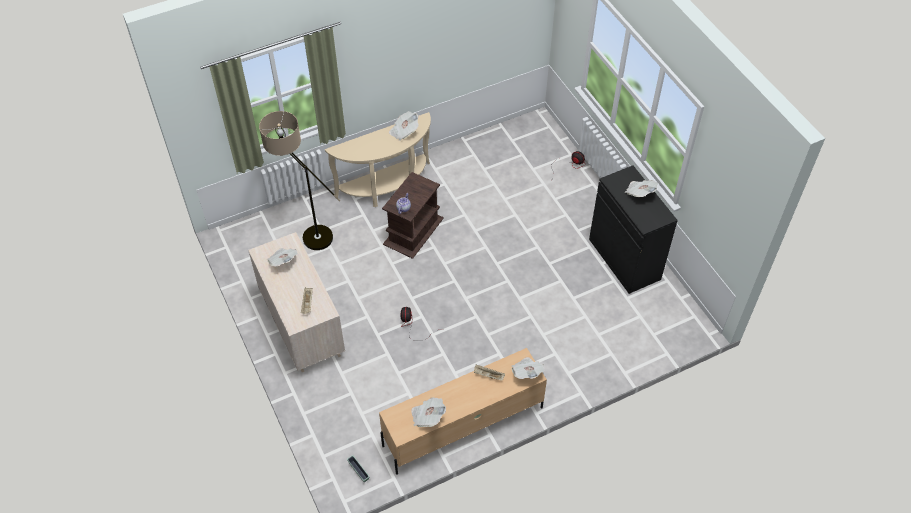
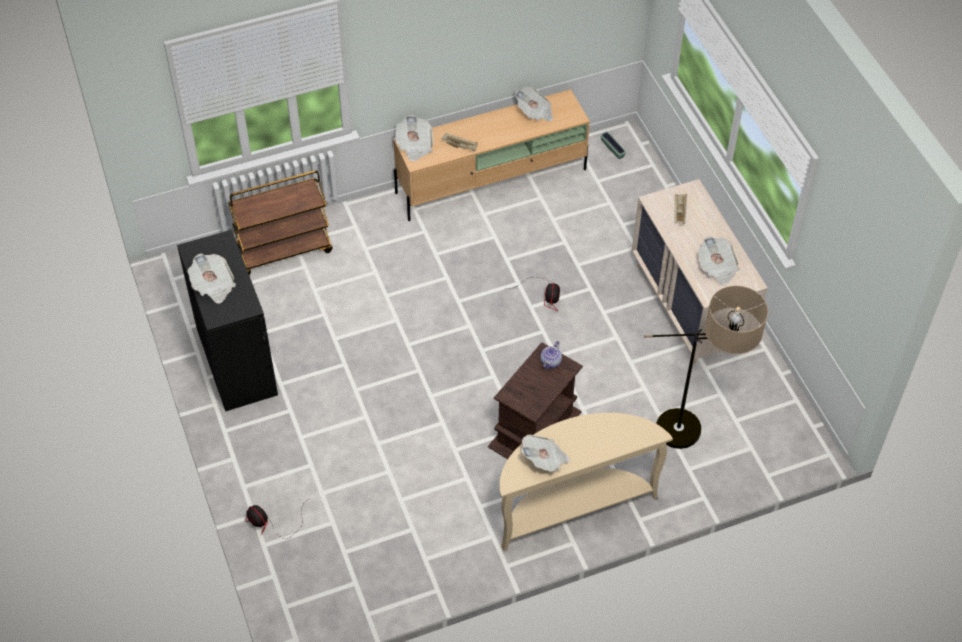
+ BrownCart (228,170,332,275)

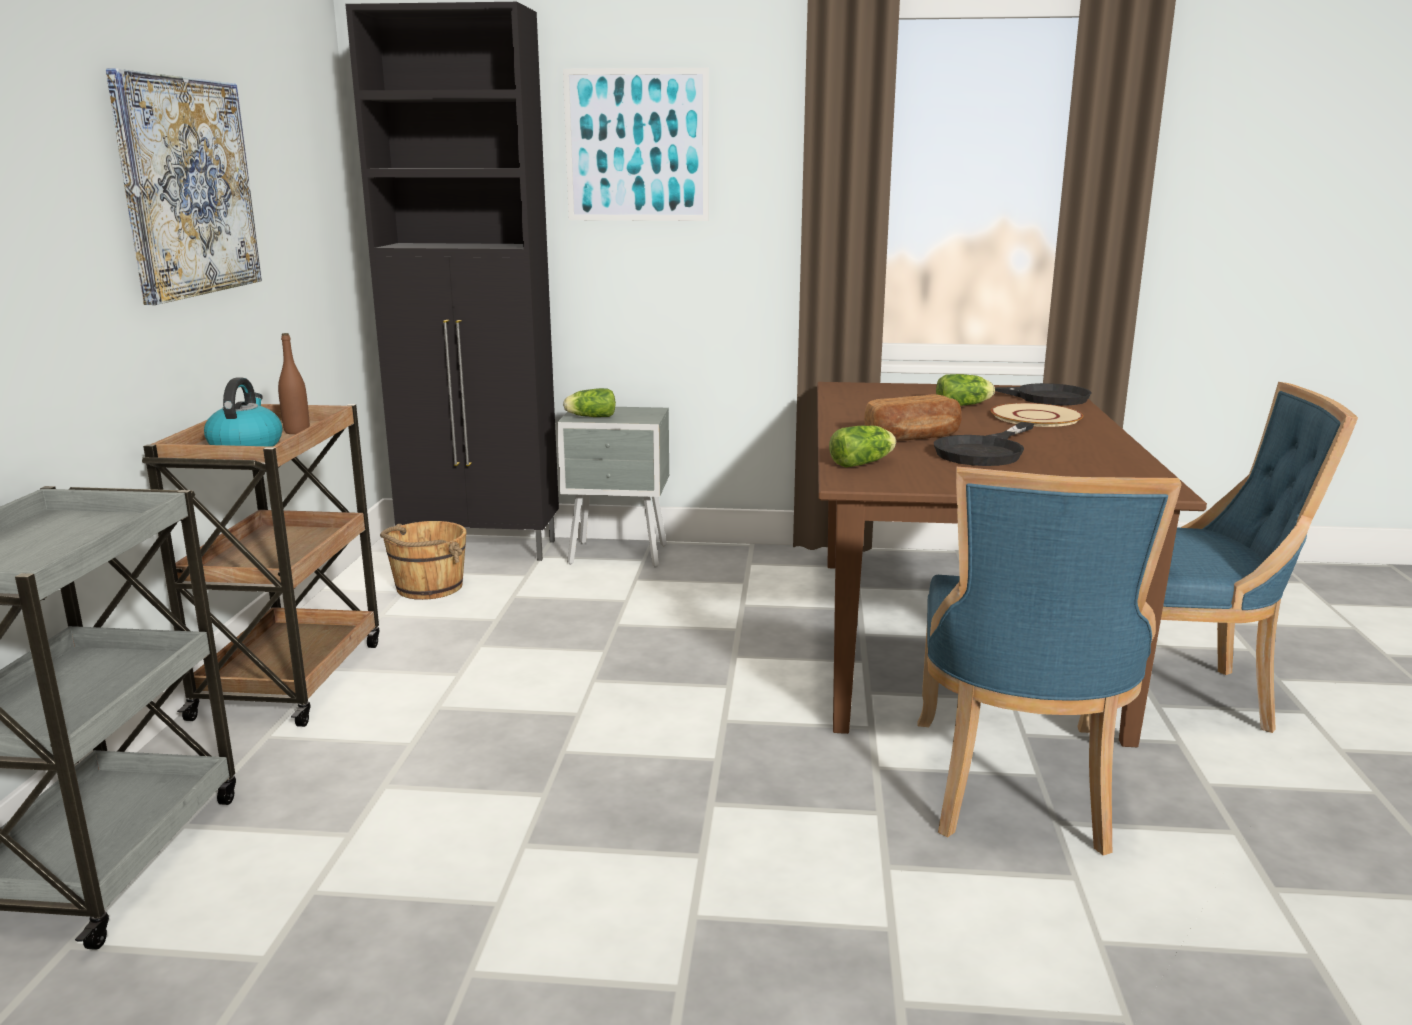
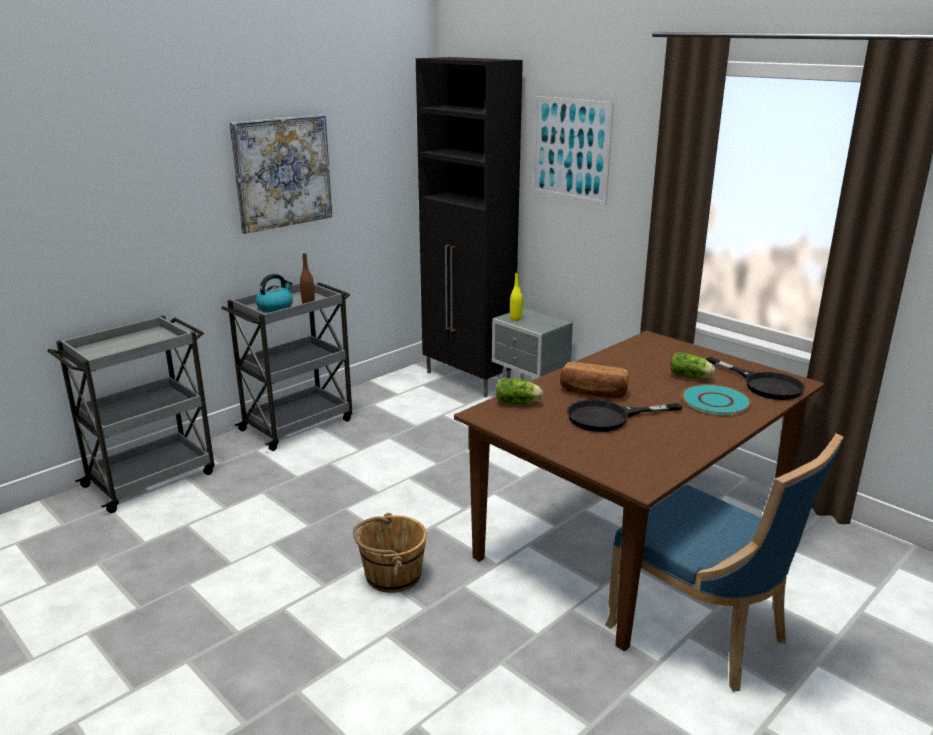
- BlueChair (917,467,1182,856)
~ BrownBucket (380,521,466,600) to (353,513,427,593)
~ Lettuce (563,388,616,417) to YellowBottle (510,272,523,321)
~ BrownCart (142,404,380,727) to GreyCart (221,282,352,451)
~ BeigePlate (991,403,1083,427) to TurquoisePlate (681,384,751,415)

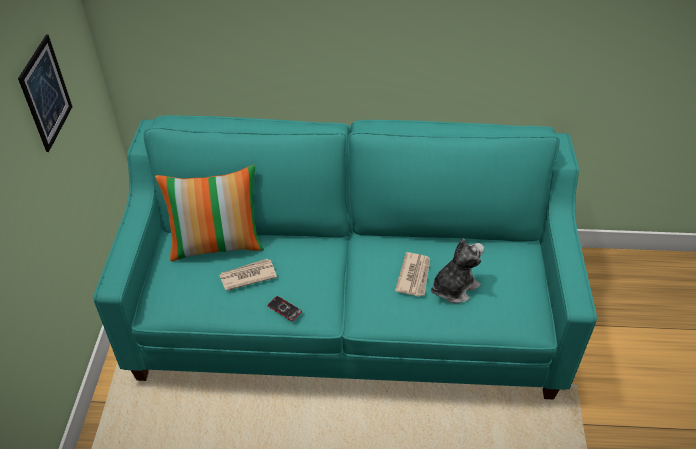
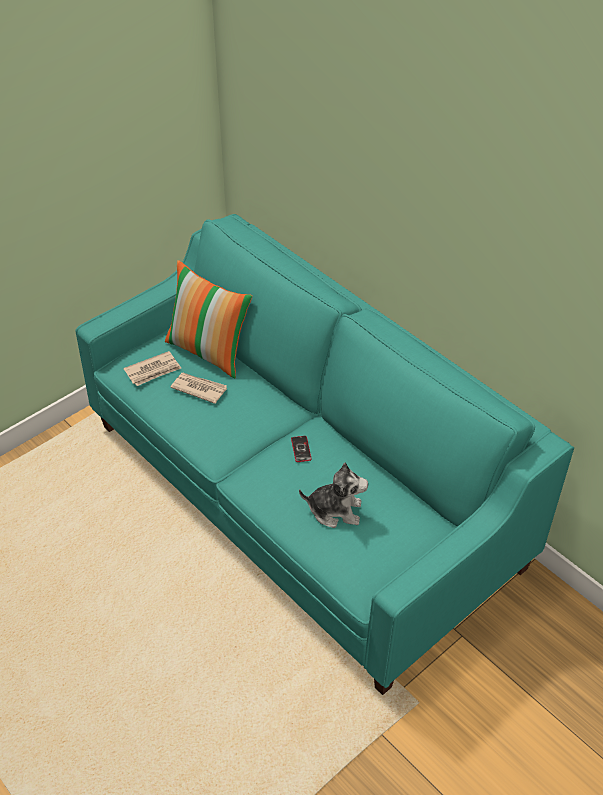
- Picture (18,35,72,152)
~ Phone (268,296,302,321) to (291,436,312,462)
~ Newspaper (395,252,430,297) to (123,351,181,386)

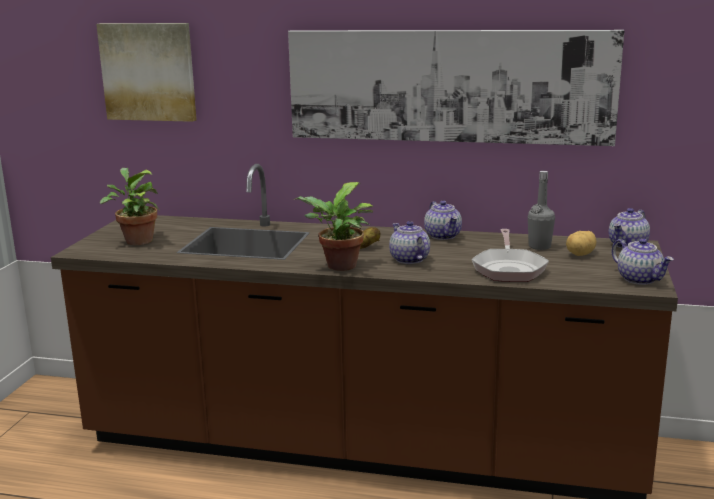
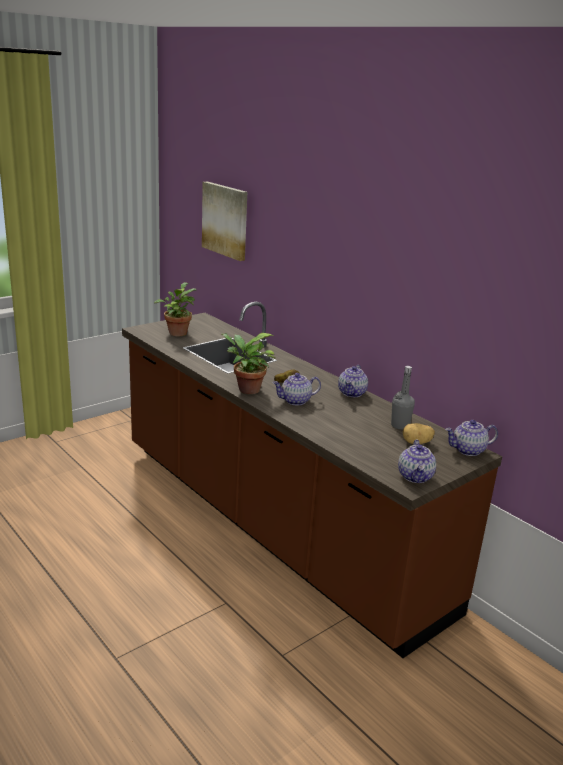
- Picture (288,30,625,146)
- FryingPan (471,229,549,282)
~ Teapot (389,221,430,264) = (273,373,321,405) 120 degrees counterclockwise

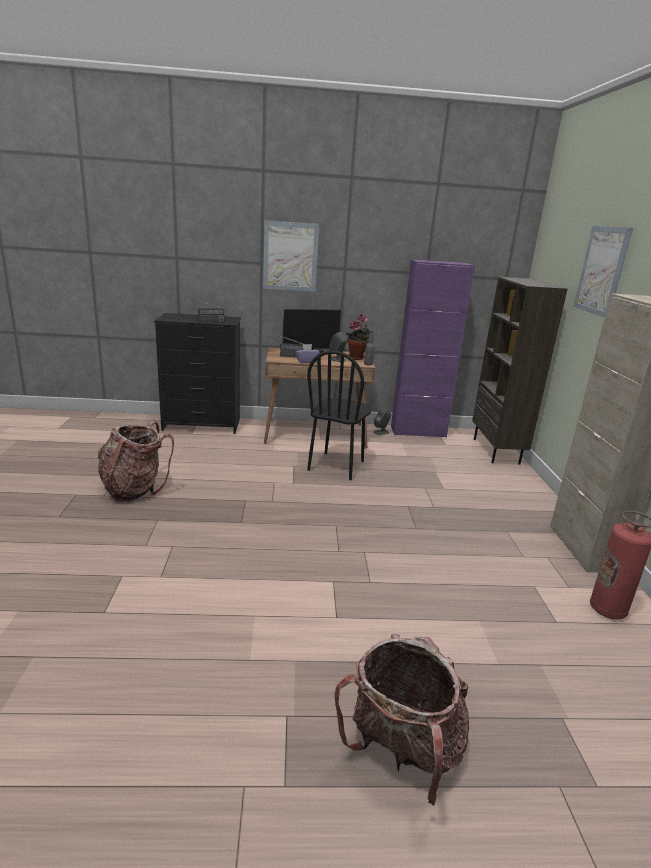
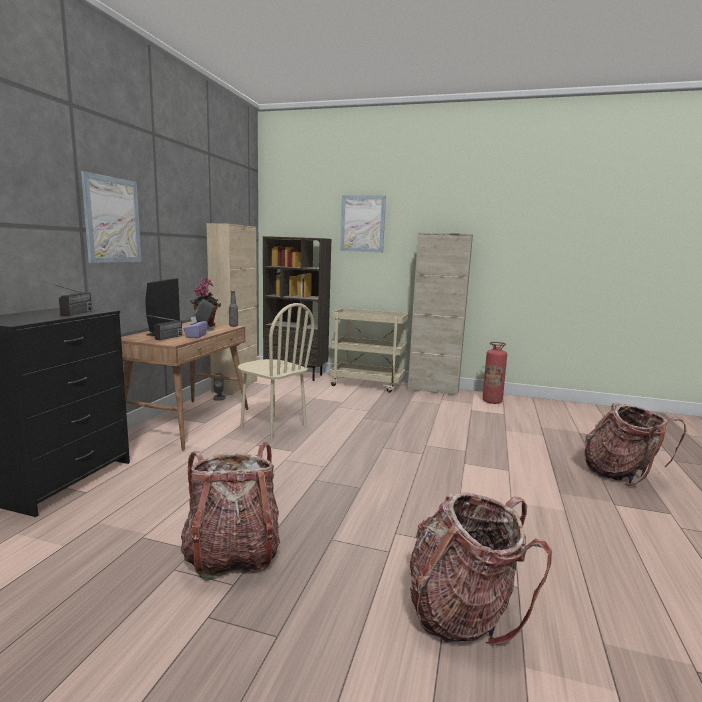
+ BeigeCart (330,308,409,393)
+ Backpack (410,493,552,646)
~ BlackChair (307,350,372,480) to BeigeChair (238,303,314,441)
~ PurpleCabinet (391,259,475,438) to BeigeCabinet (206,223,257,395)

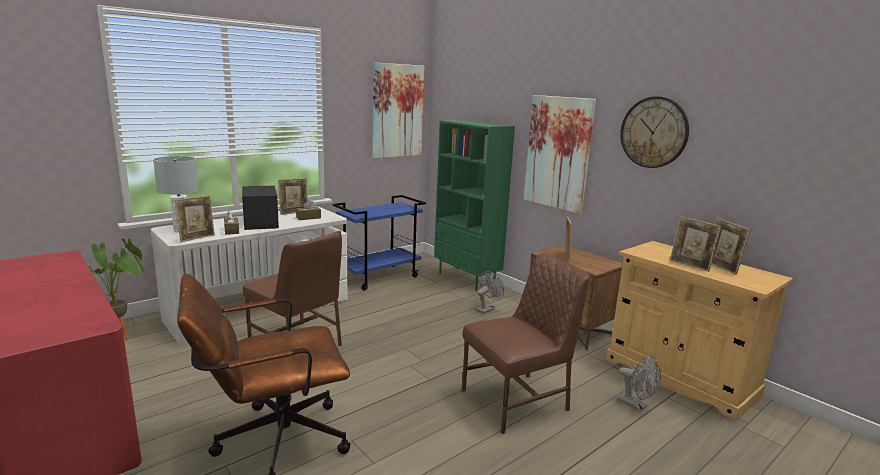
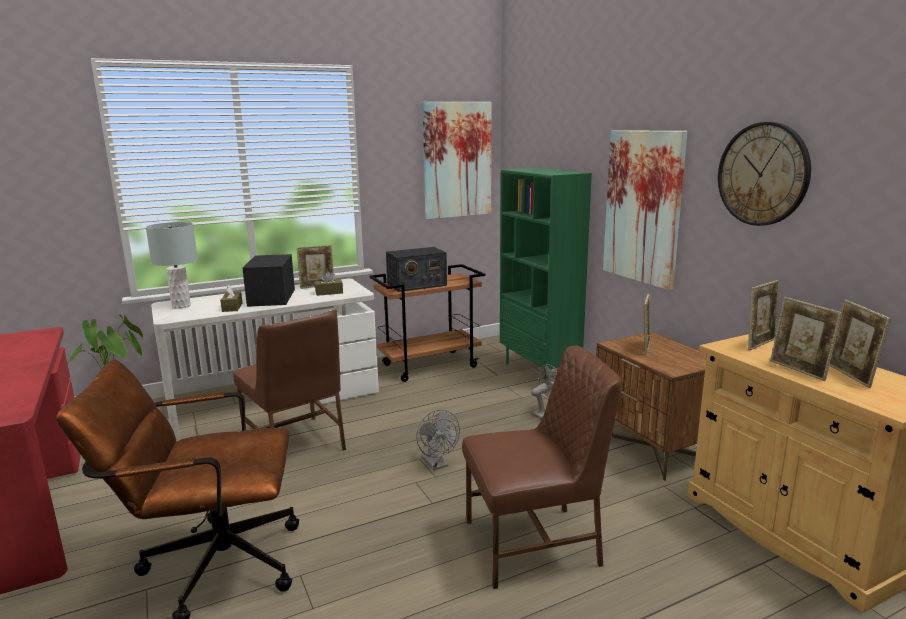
+ Radio (386,247,447,292)
~ PictureFrame (175,195,215,242) to (748,280,779,350)
~ GreyFan (618,356,661,411) to (416,410,460,470)
~ BlueCart (332,195,426,291) to BrownCart (370,264,485,382)

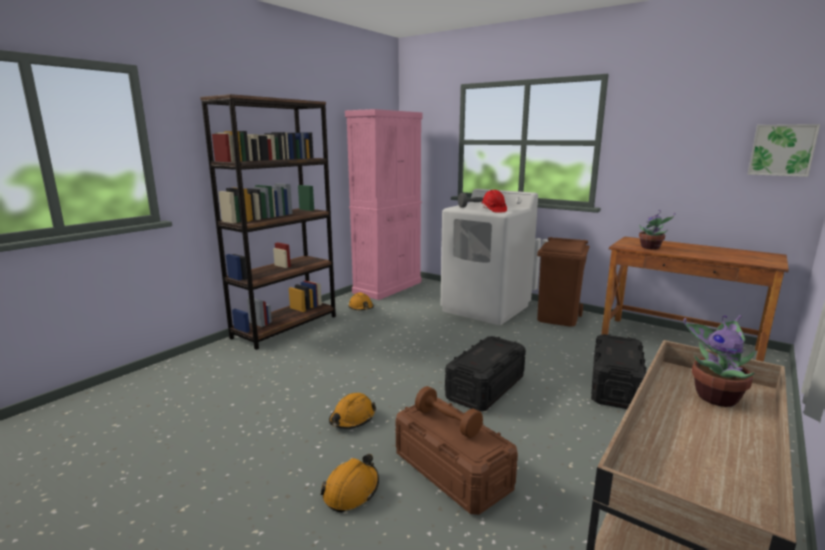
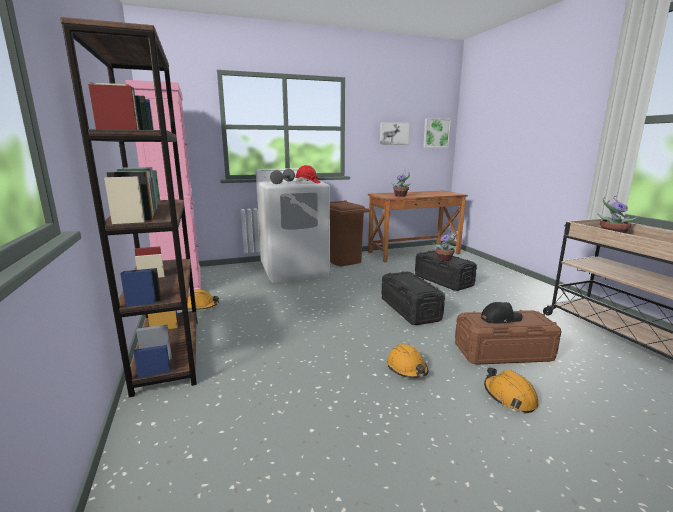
+ Picture (380,122,410,145)
+ PottedPlant (433,231,458,261)
~ BrownDumbbell (415,386,483,438) to BlackCap (481,302,522,324)

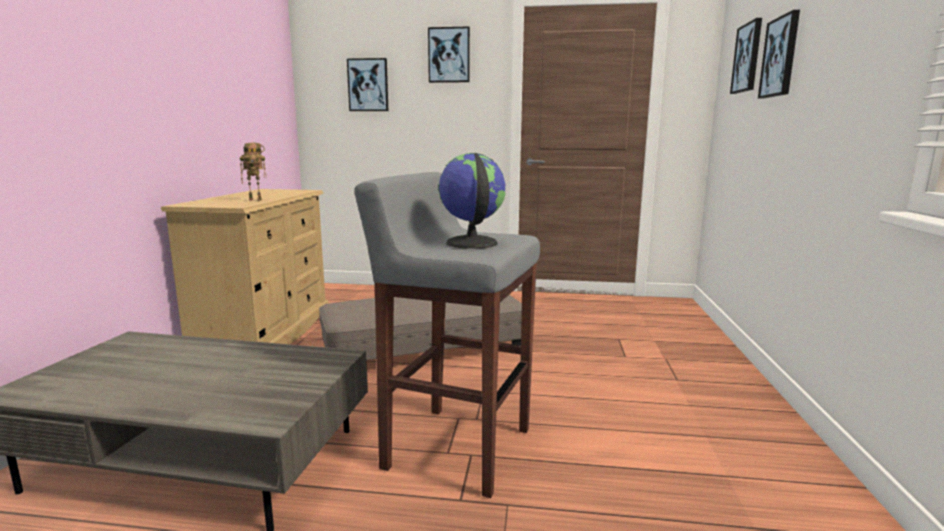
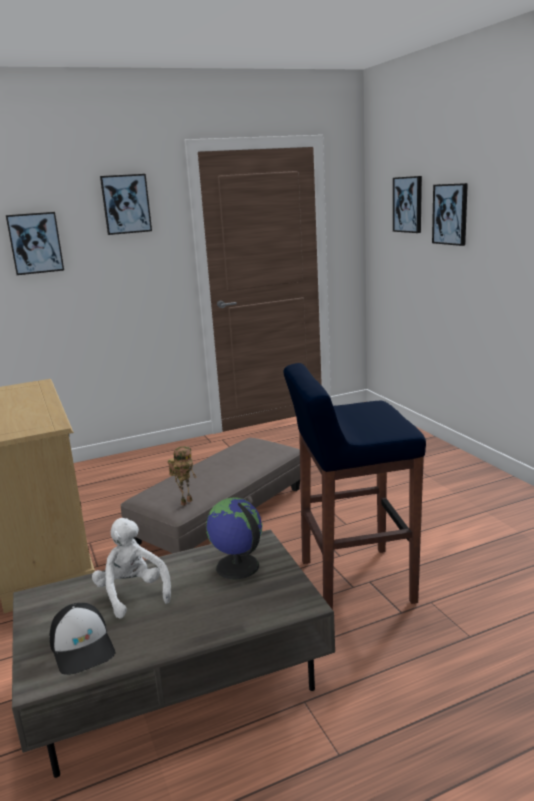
+ Cap (49,603,116,675)
+ WhitePlushToy (92,518,171,619)
~ ToyRobot (240,142,266,201) to (168,446,196,506)
~ Globe (438,153,506,249) to (206,497,262,579)
~ GreyStool (354,172,540,498) to BlueStool (283,363,426,610)

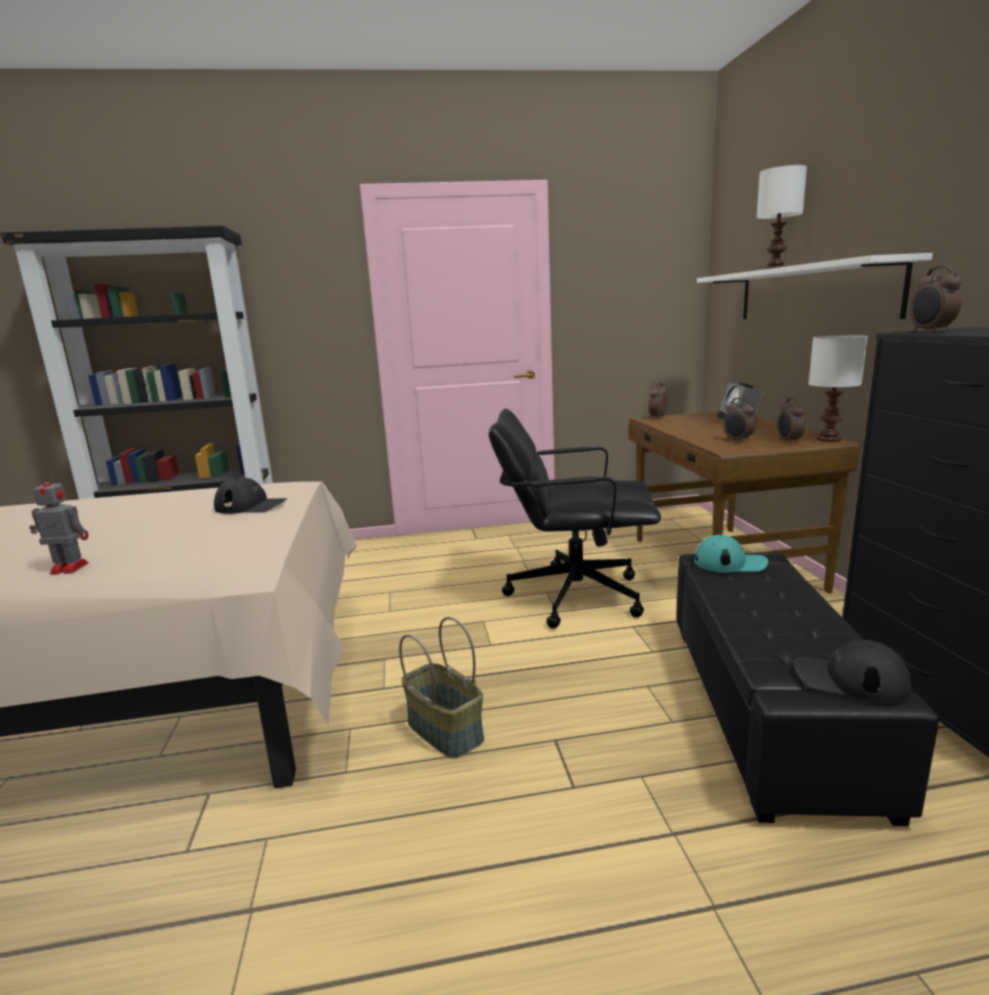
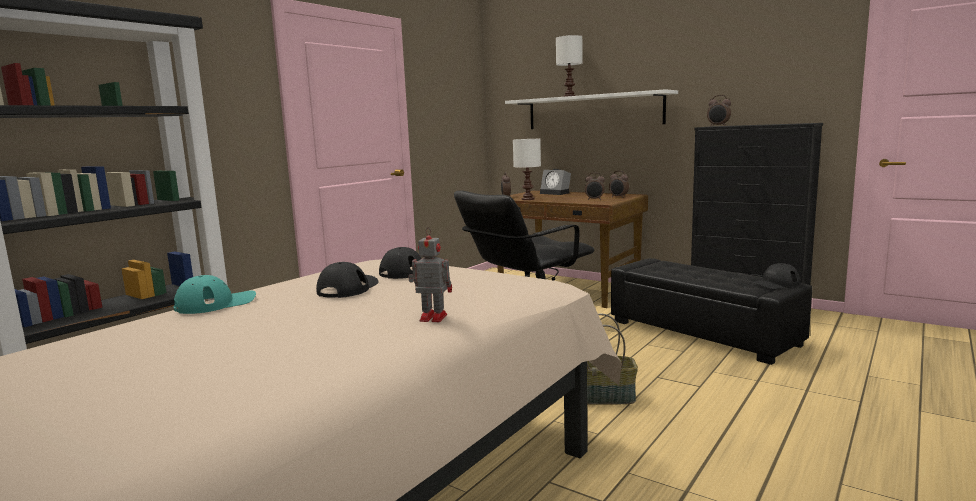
+ BlackCap (316,262,379,298)
~ TurquoiseCap (694,535,768,573) to (174,275,256,314)
~ WhiteTableLamp (809,335,868,442) to (513,139,541,200)
~ ToyRobot (29,473,89,575) = (408,227,452,322) 60 degrees clockwise

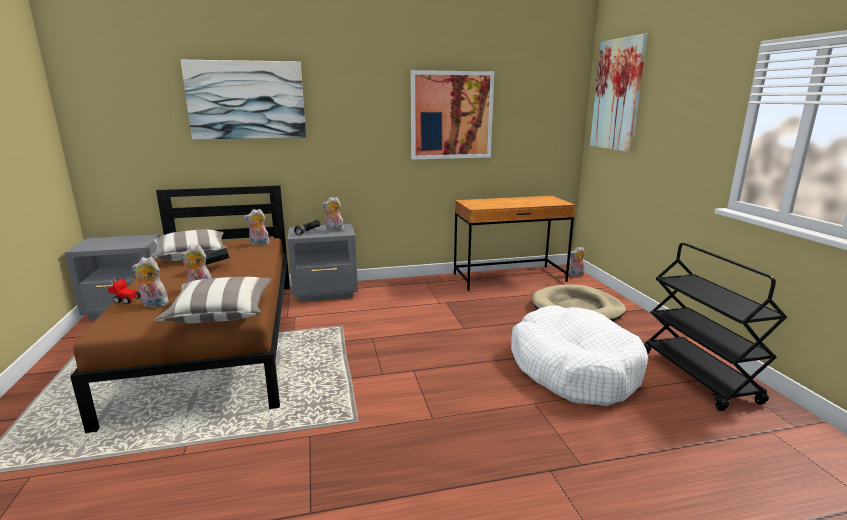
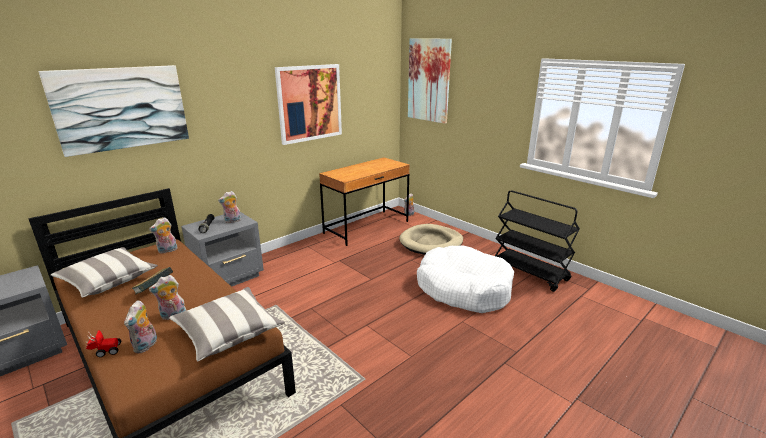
~ PlushToy (132,257,169,308) = (124,300,157,353) 60 degrees counterclockwise

